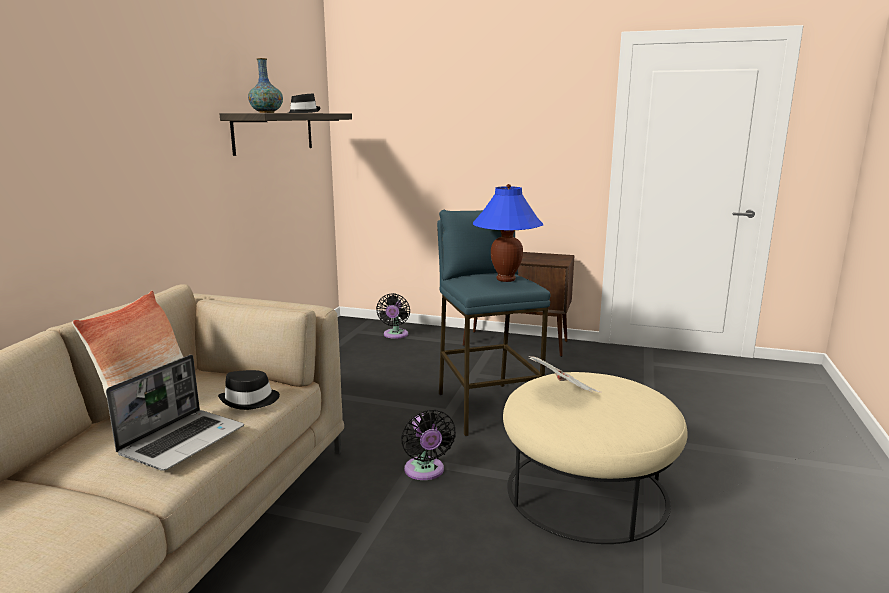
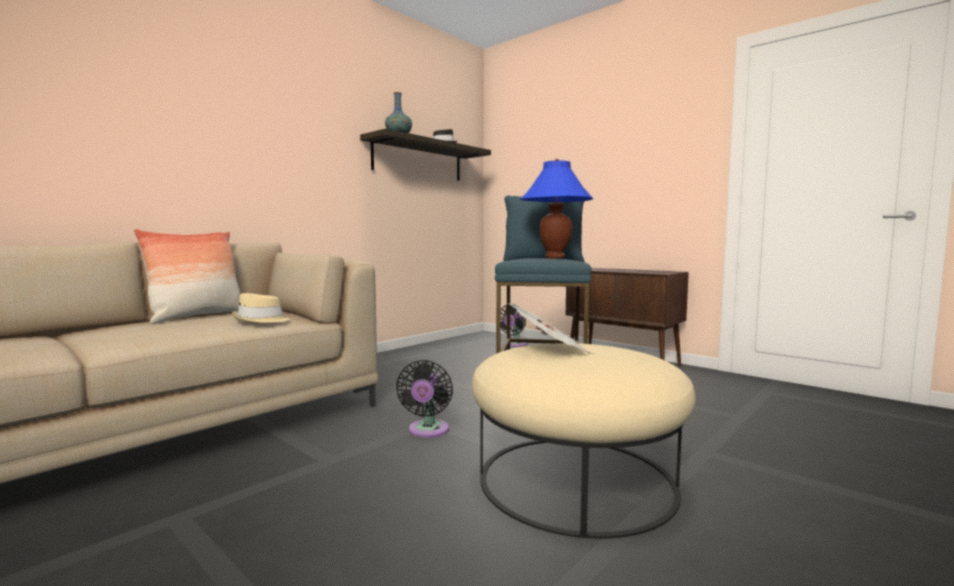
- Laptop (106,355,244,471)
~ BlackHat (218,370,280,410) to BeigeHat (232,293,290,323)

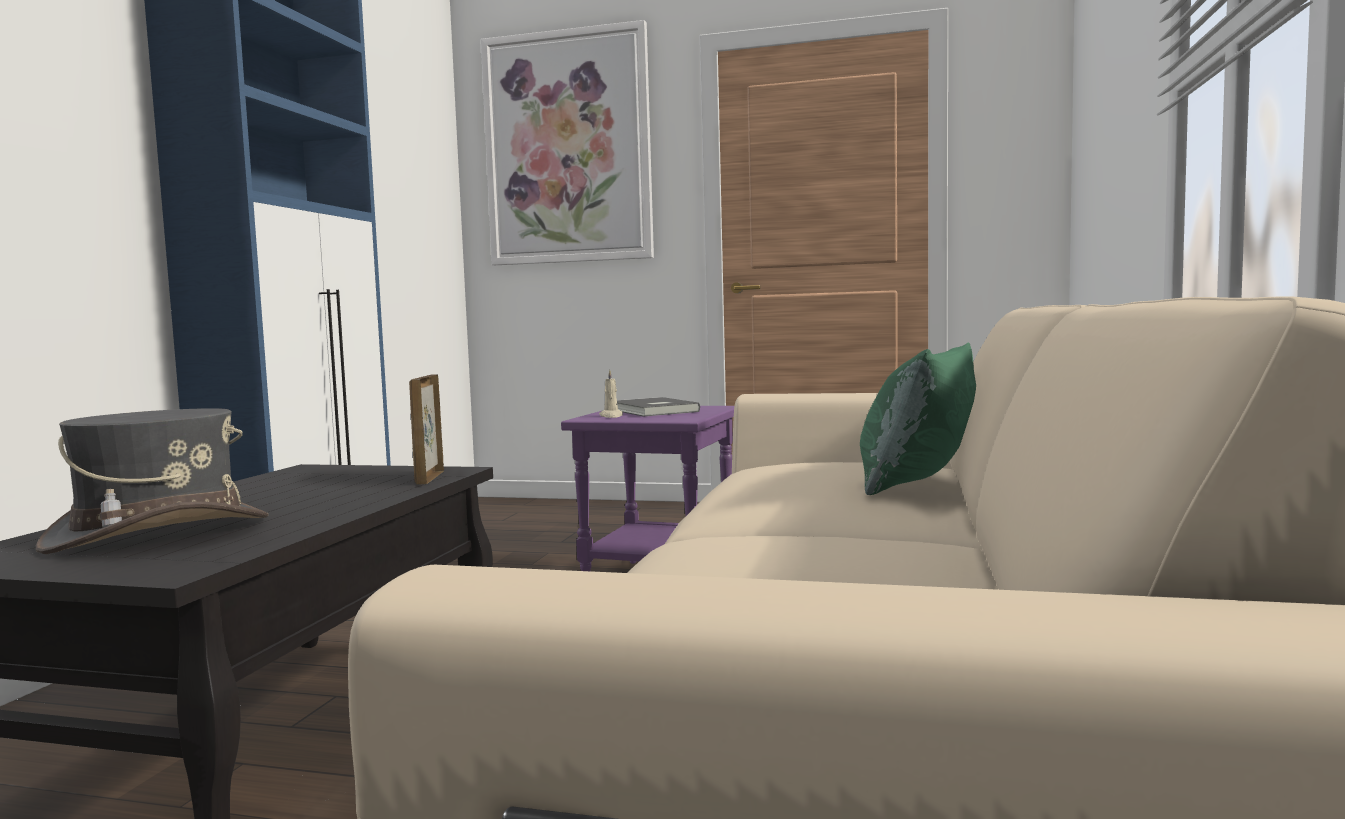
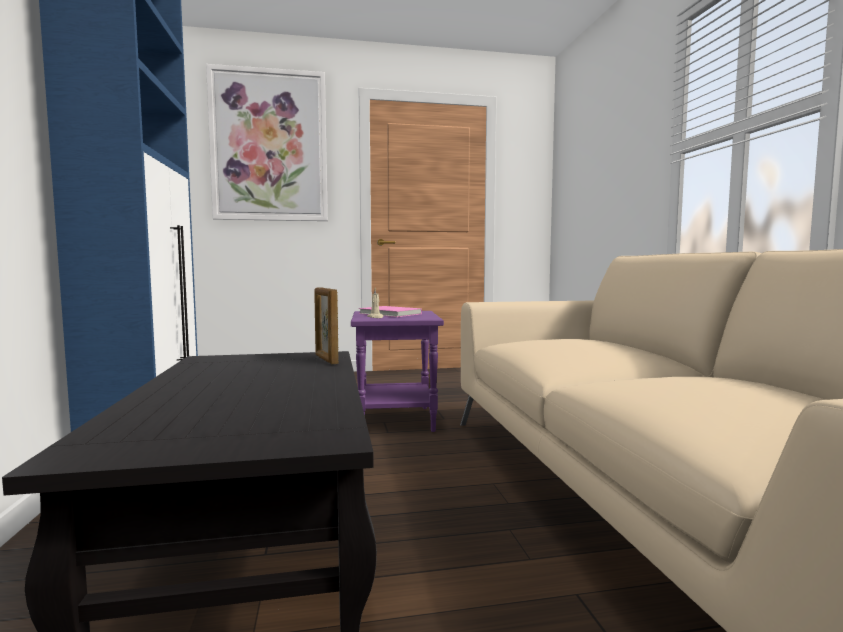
- GreyHat (36,408,269,554)
- GreenPillow (860,342,976,495)
~ GreyBook (617,397,700,417) to PinkBook (359,306,422,317)

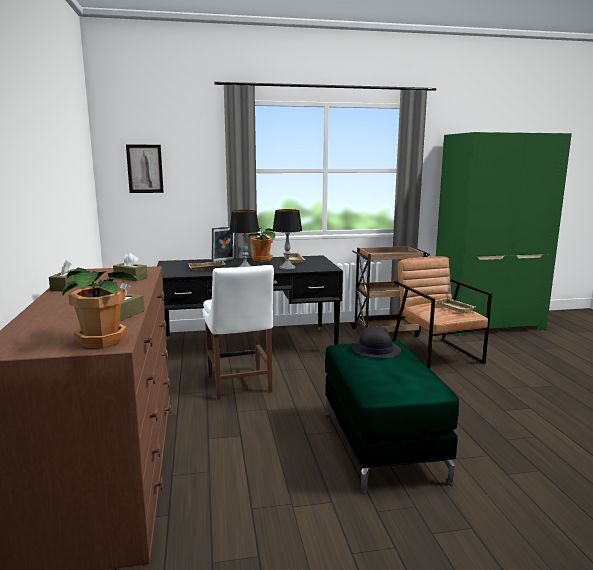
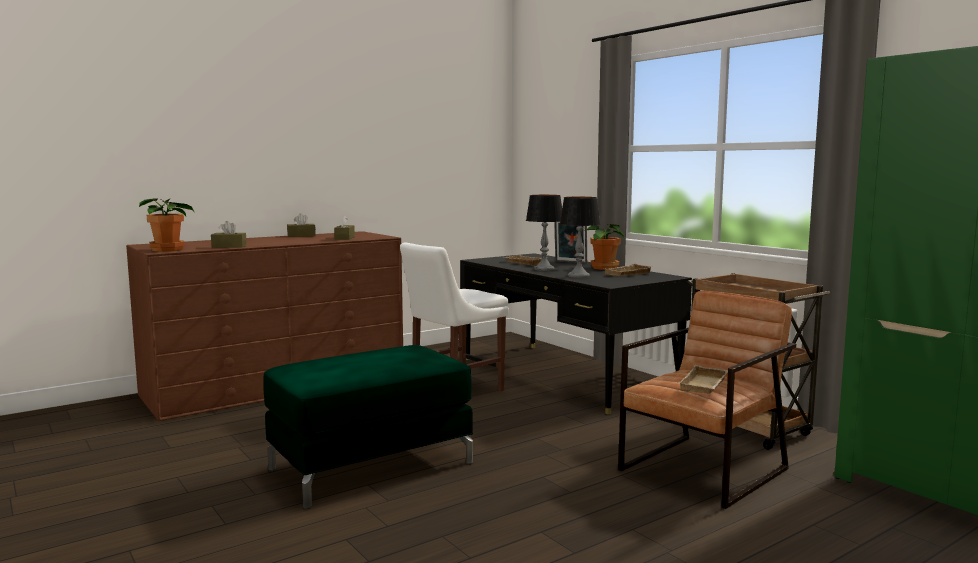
- Picture (126,144,164,193)
- BlackHat (352,326,401,359)

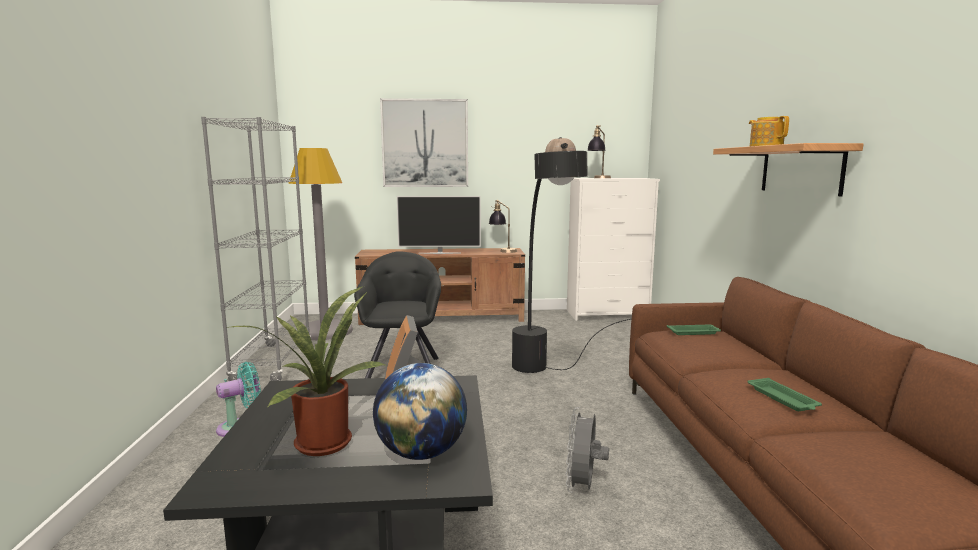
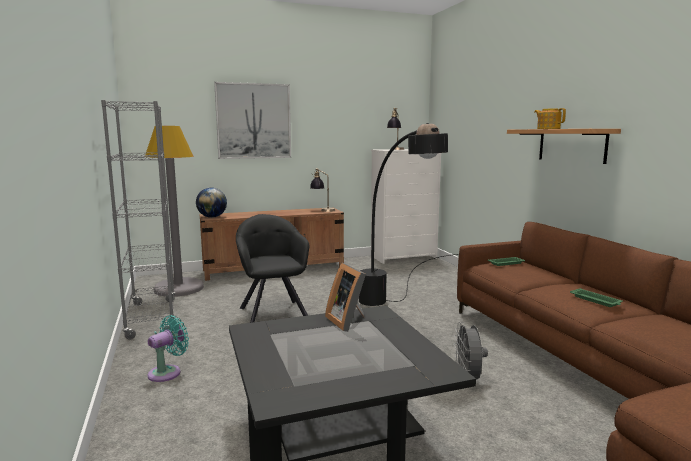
- PottedPlant (231,286,385,456)
- Television (397,196,481,254)
~ Globe (373,363,467,460) to (196,188,227,218)

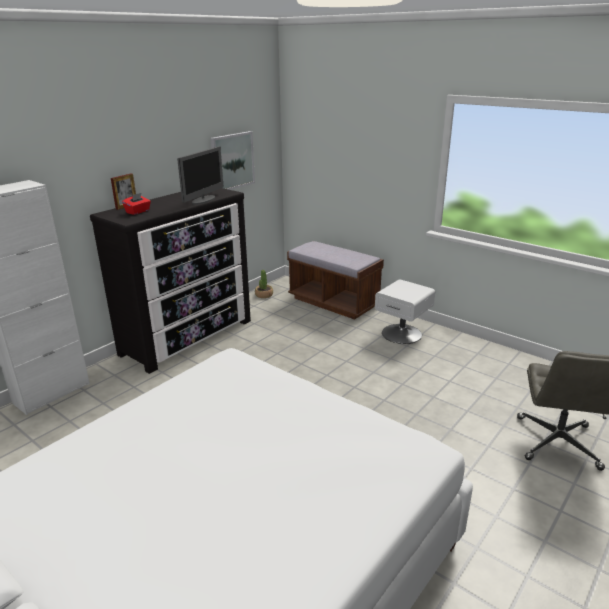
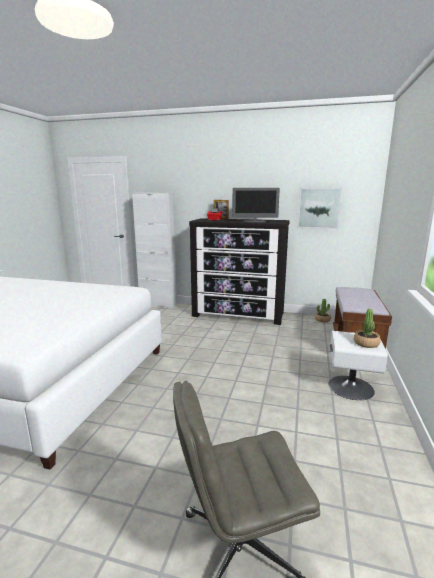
+ PottedPlant (354,309,381,348)

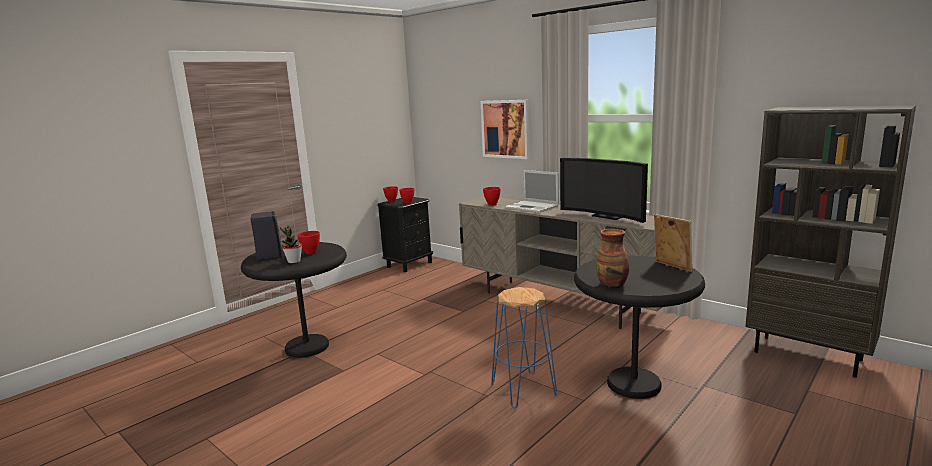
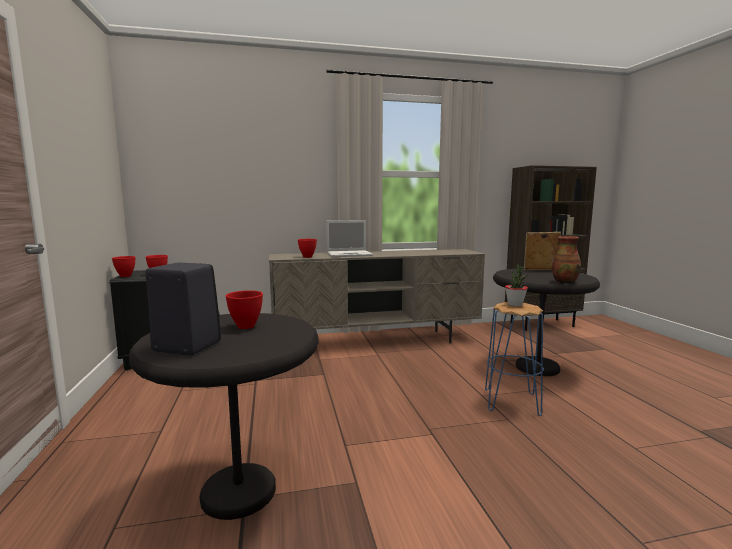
- Picture (481,100,530,159)
- Television (560,158,648,223)
~ PottedPlant (280,226,302,263) to (505,264,528,307)

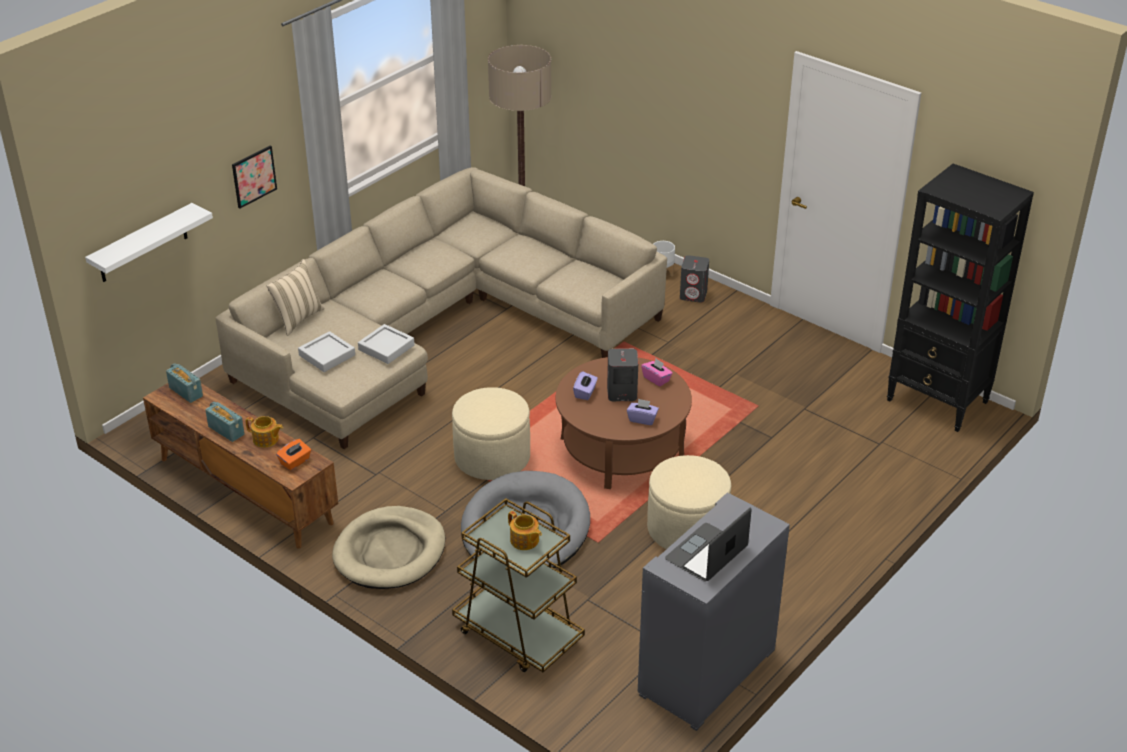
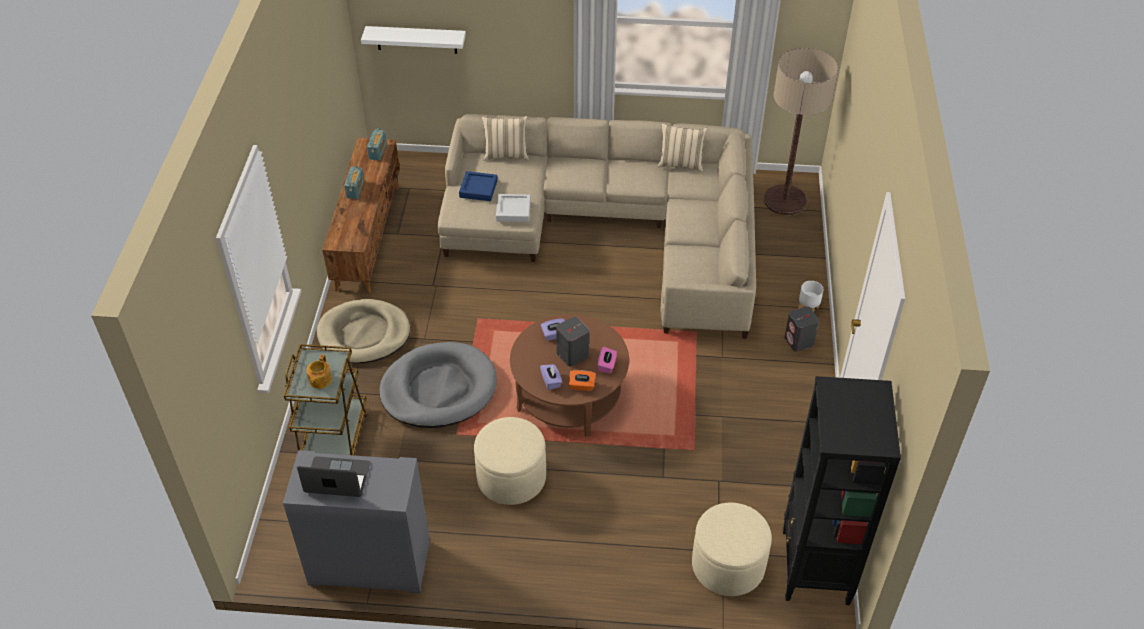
- Picture (232,146,277,209)
- Teapot (246,416,283,448)
+ BeigePillow (657,124,707,172)
~ OrangeTissueBox (276,439,311,470) to (569,370,596,391)
~ BeigeOttoman (452,387,530,480) to (692,502,772,596)
~ GreyTray (298,331,355,372) to BlueTray (459,171,498,201)

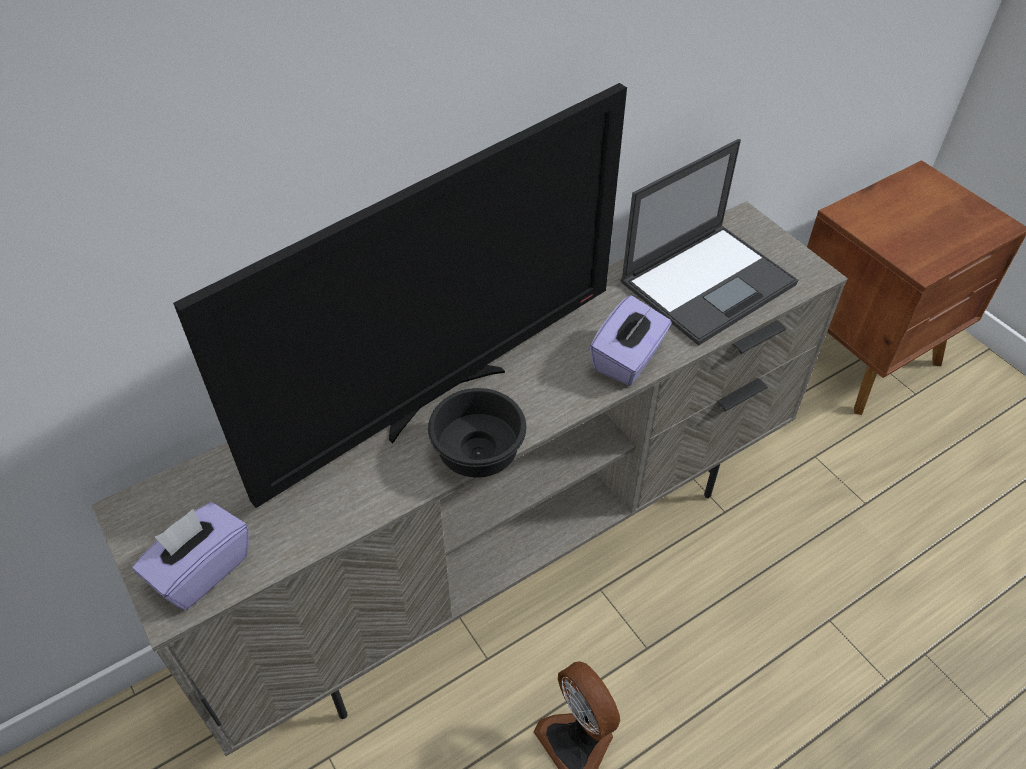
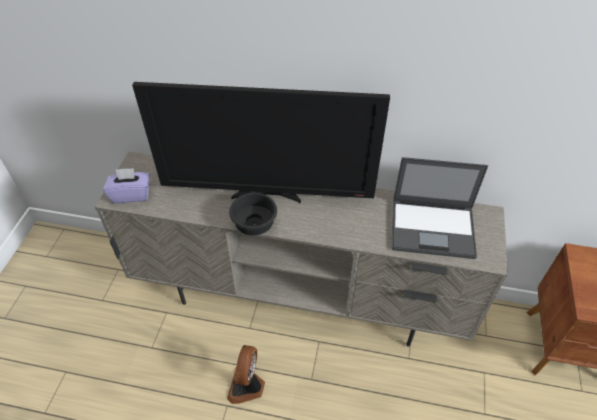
- PurpleTissueBox (590,295,672,385)

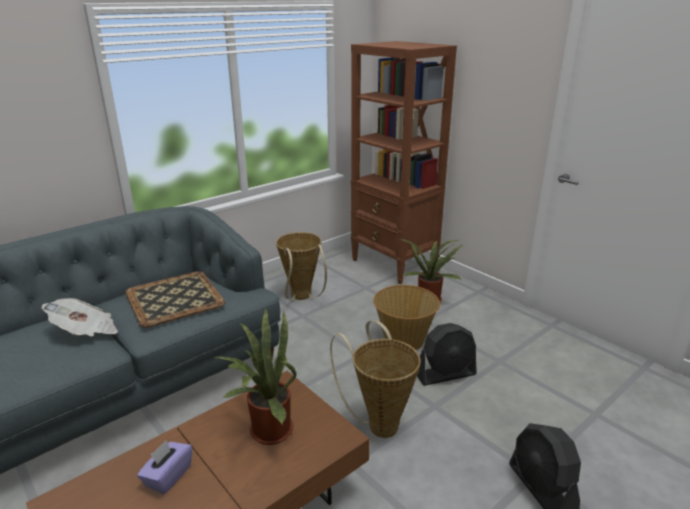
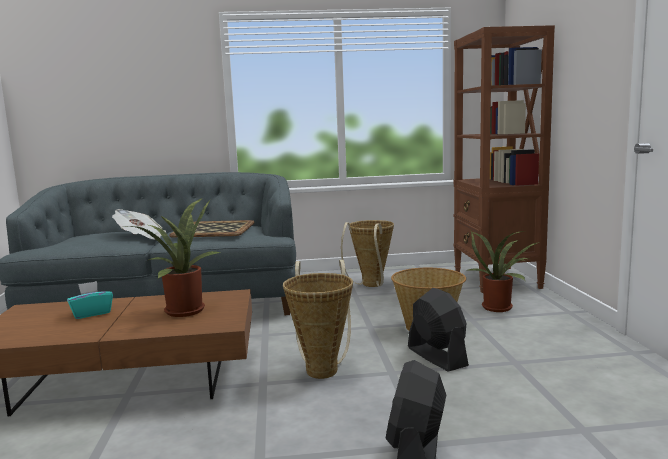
~ PurpleTissueBox (137,440,192,494) to TurquoiseTissueBox (67,281,113,319)
~ BlackFan (417,323,477,385) = (408,288,469,372) 135 degrees counterclockwise

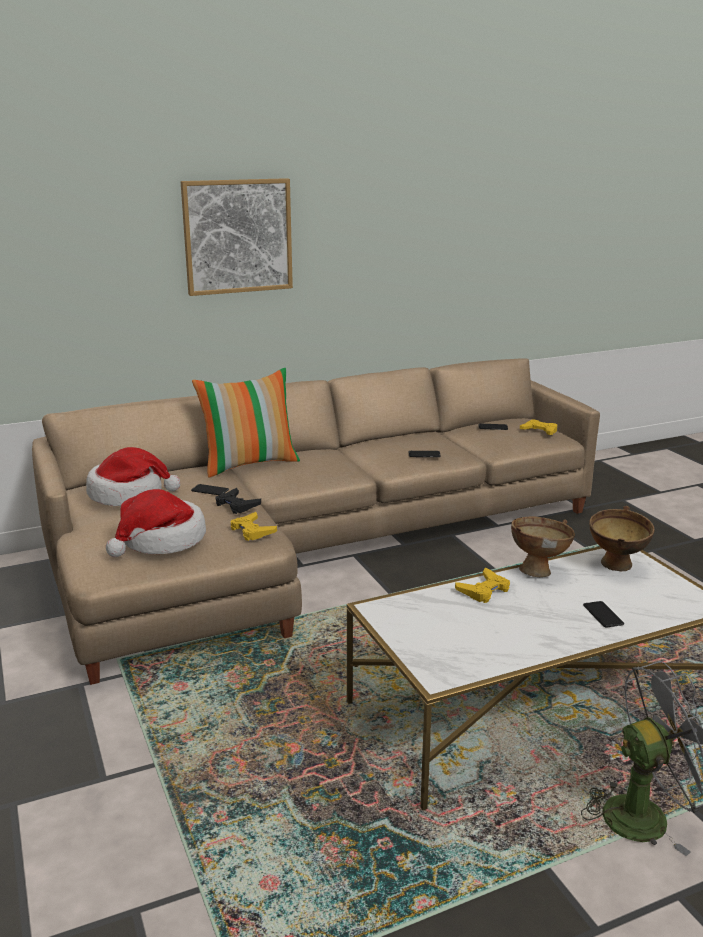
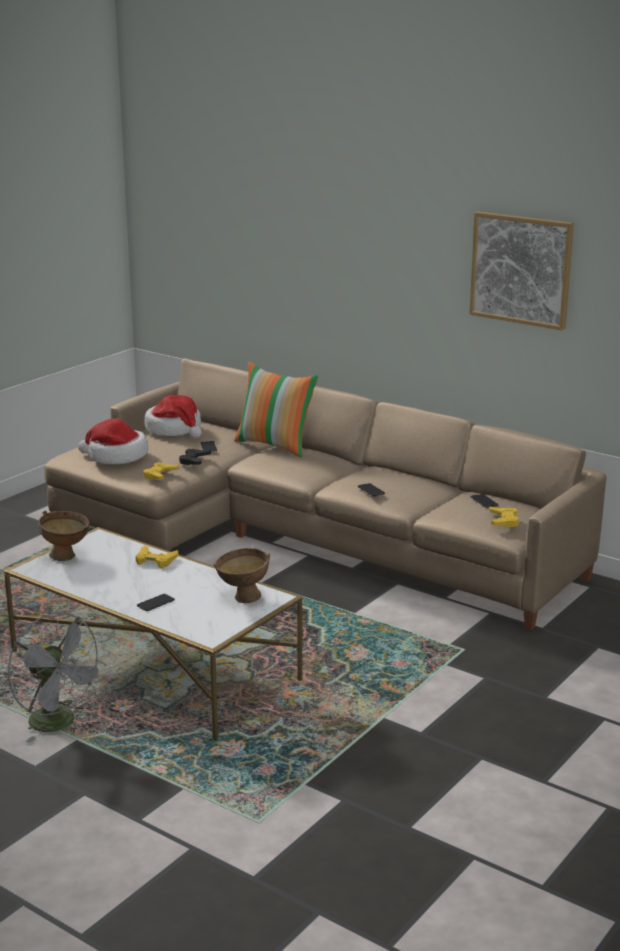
~ Picture (181,178,293,296) to (470,212,574,330)
~ BrownBowl (511,516,575,577) to (38,511,89,561)

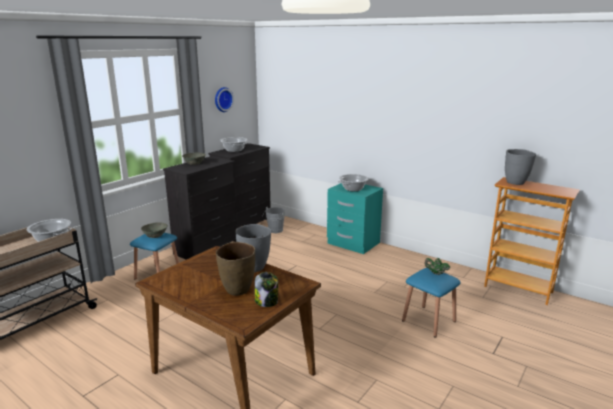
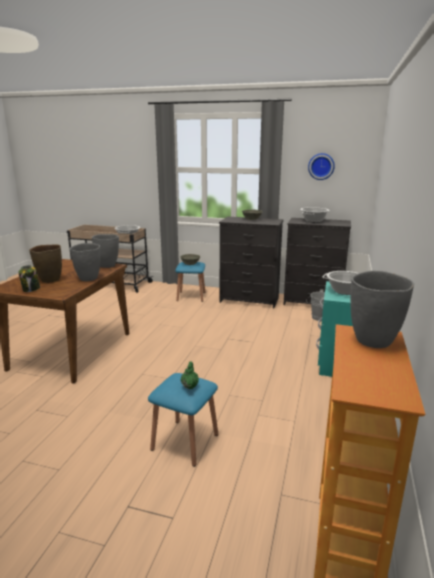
+ GreyVase (92,234,119,268)

